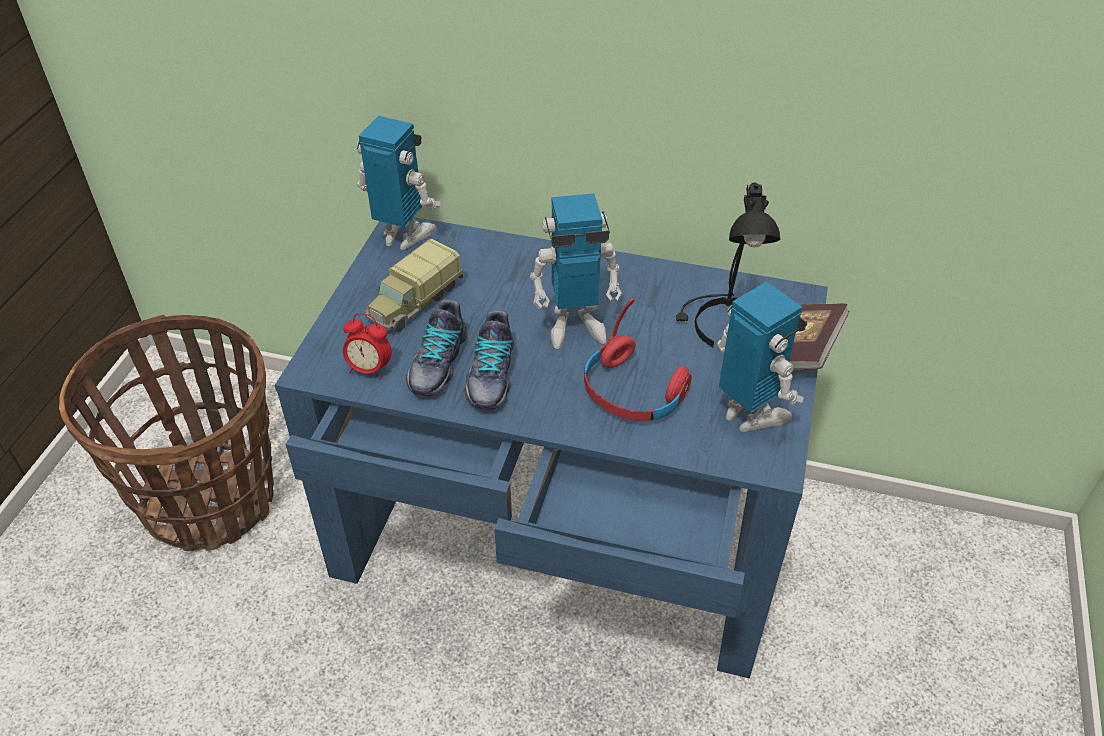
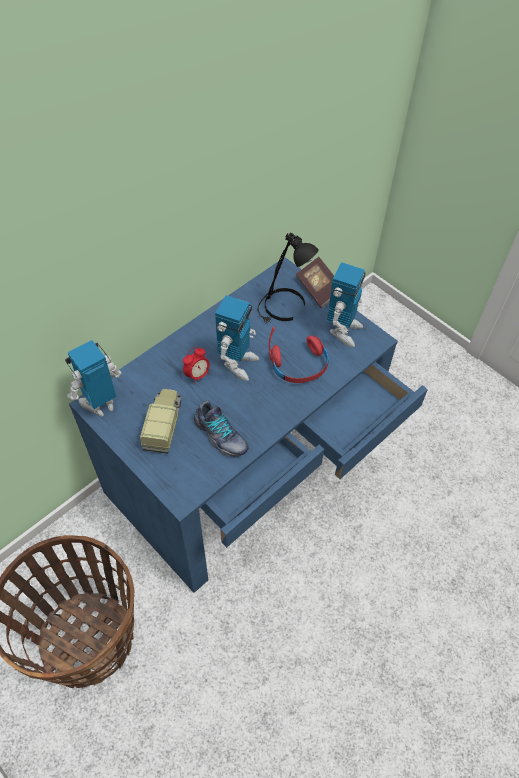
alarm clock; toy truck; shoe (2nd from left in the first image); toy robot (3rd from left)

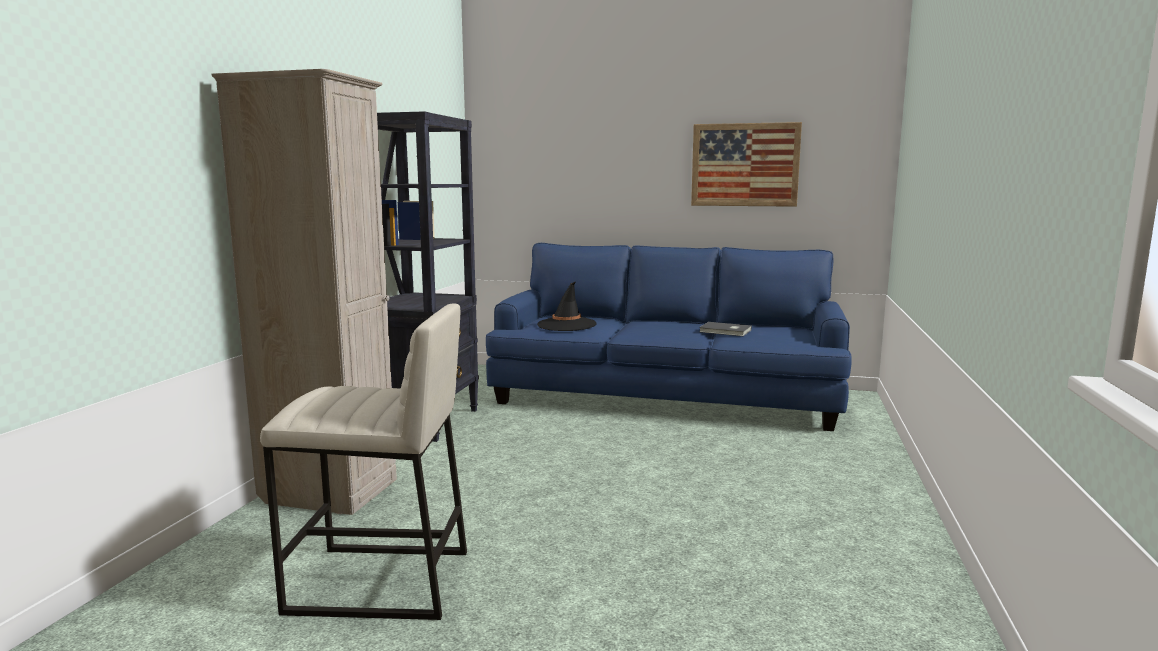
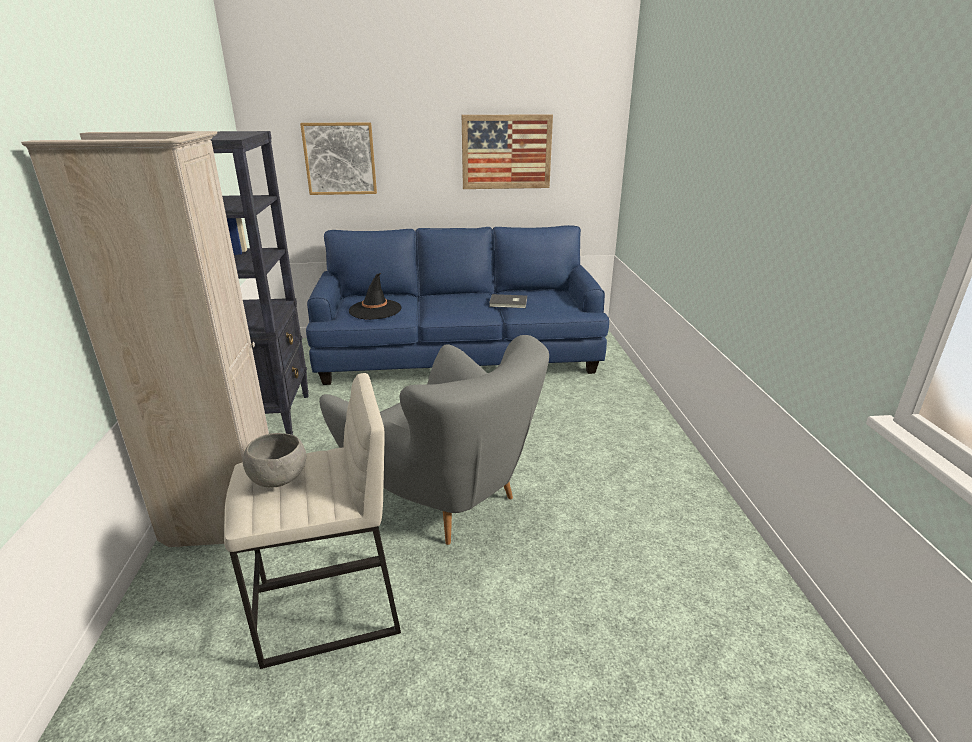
bowl in grey; picture (1st from left); armchair in grey

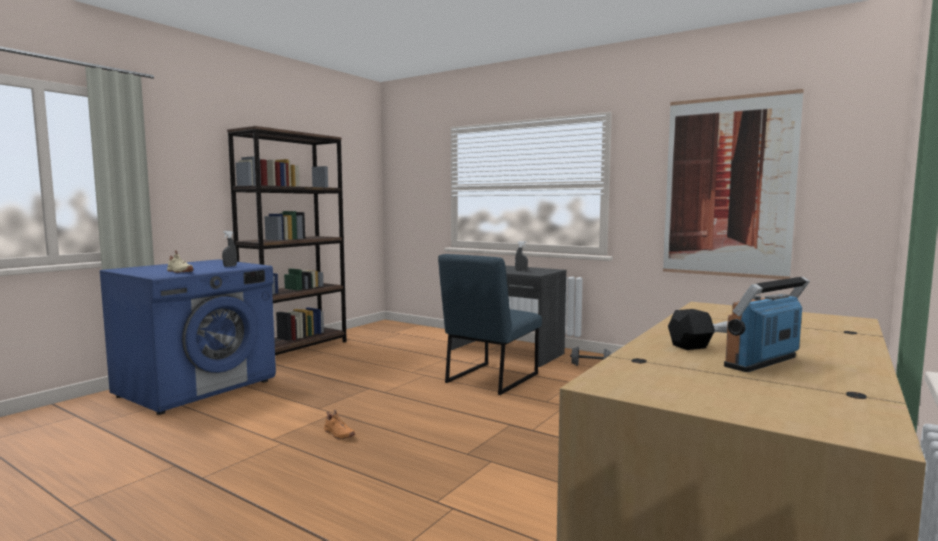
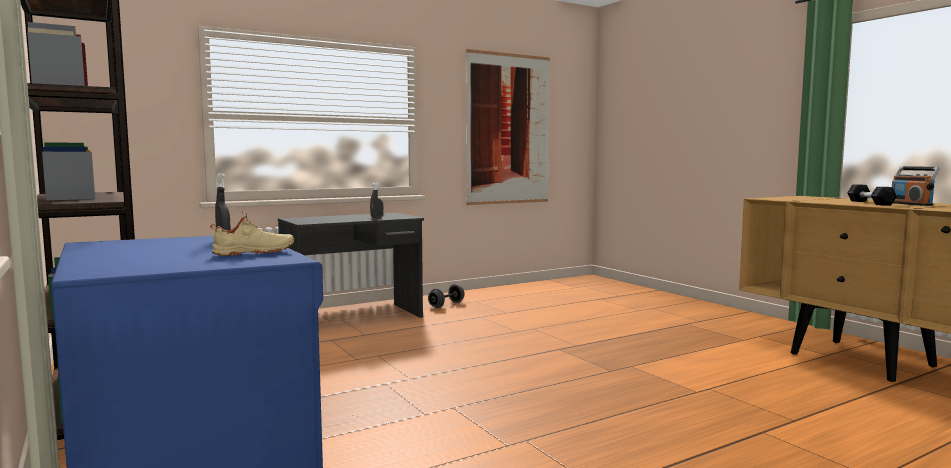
shoe in orange; chair in blue

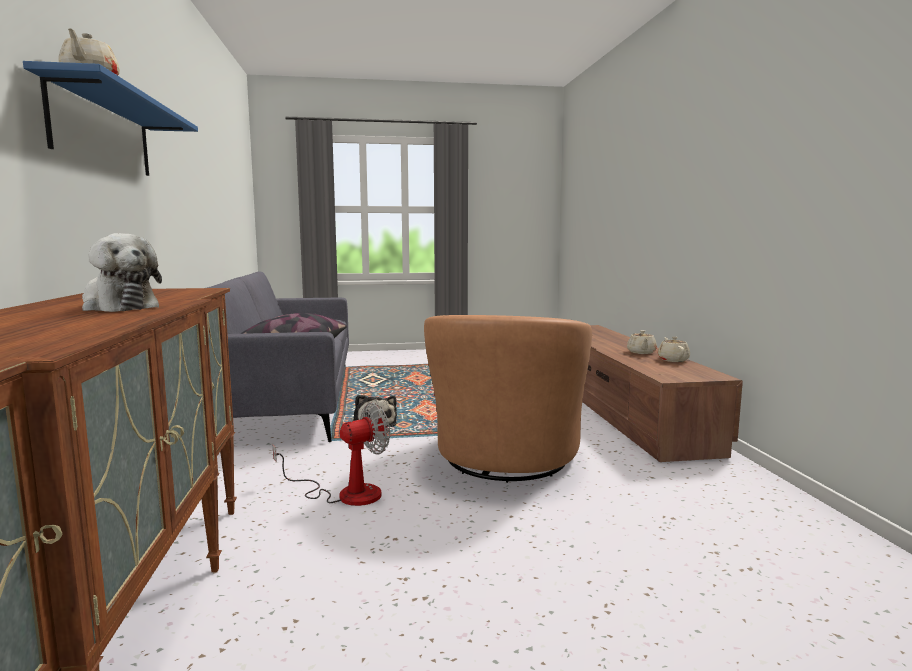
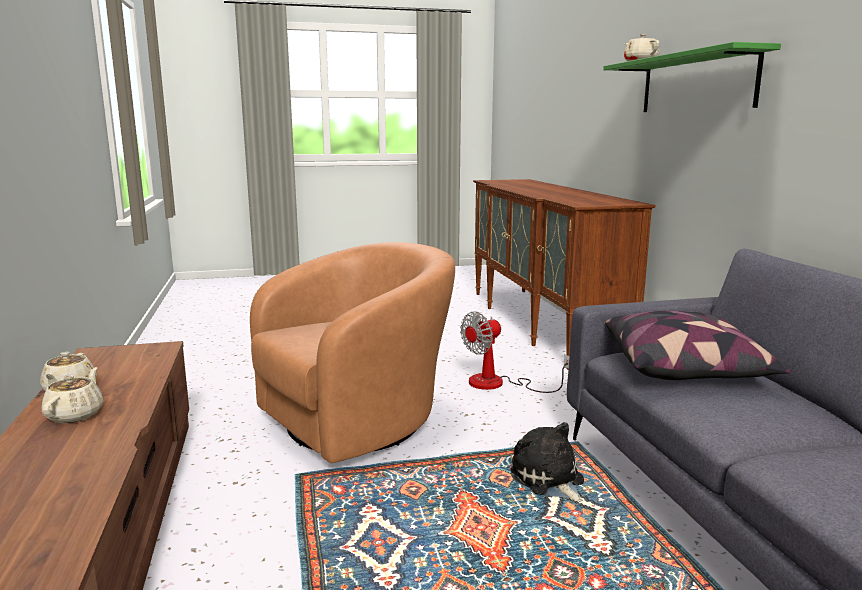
shelf in green; plush toy (1st from left in the first image); armchair in brown

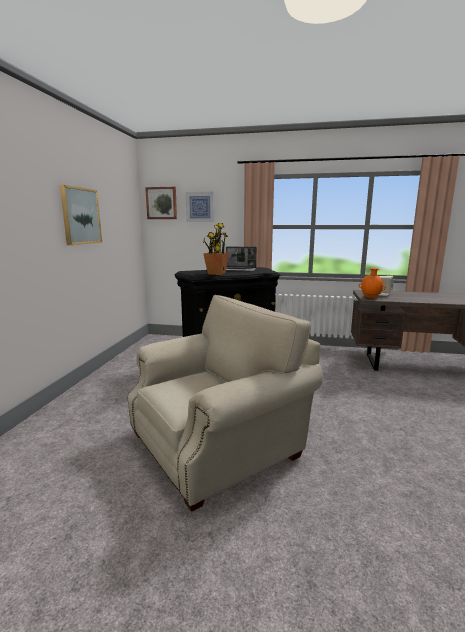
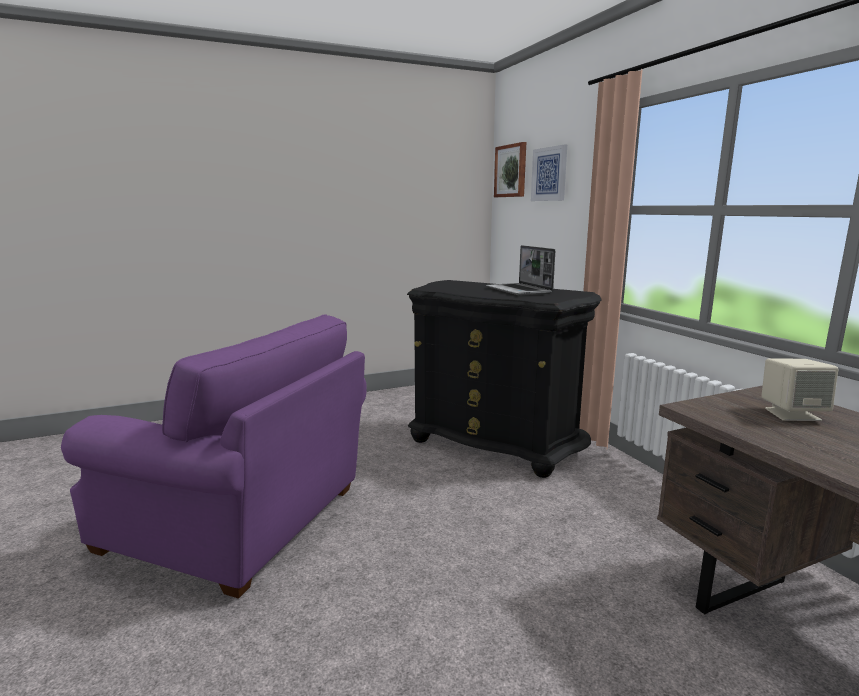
picture (1st from left in the first image); armchair in purple; potted plant; vase in orange

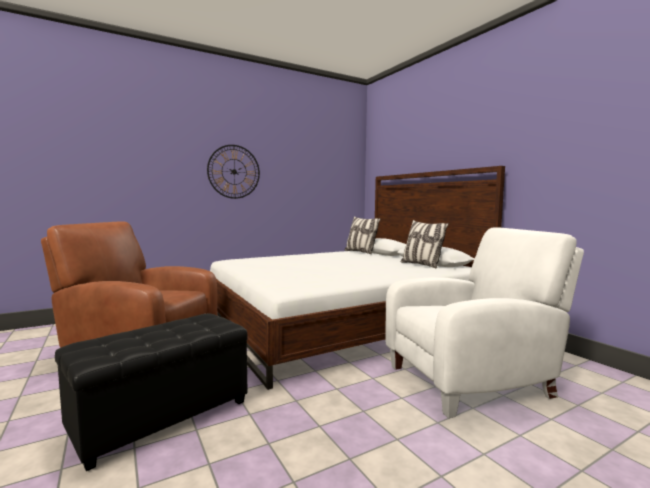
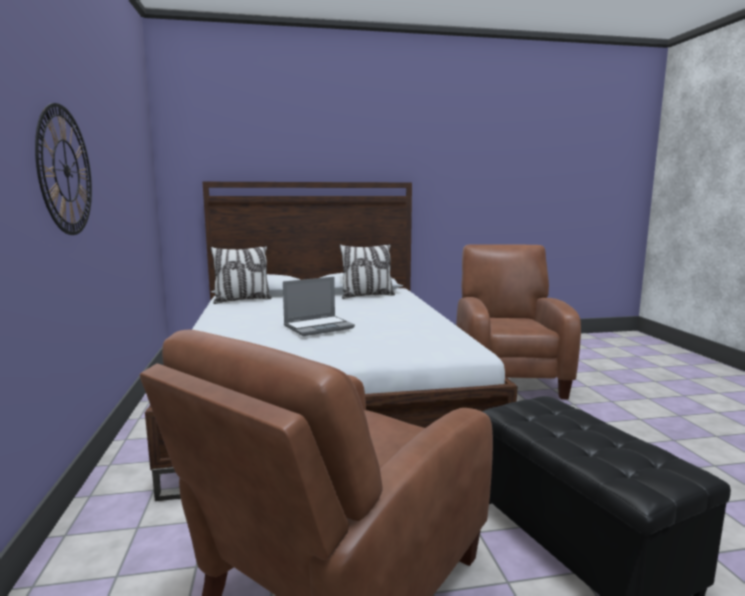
armchair in brown (2nd from left); laptop

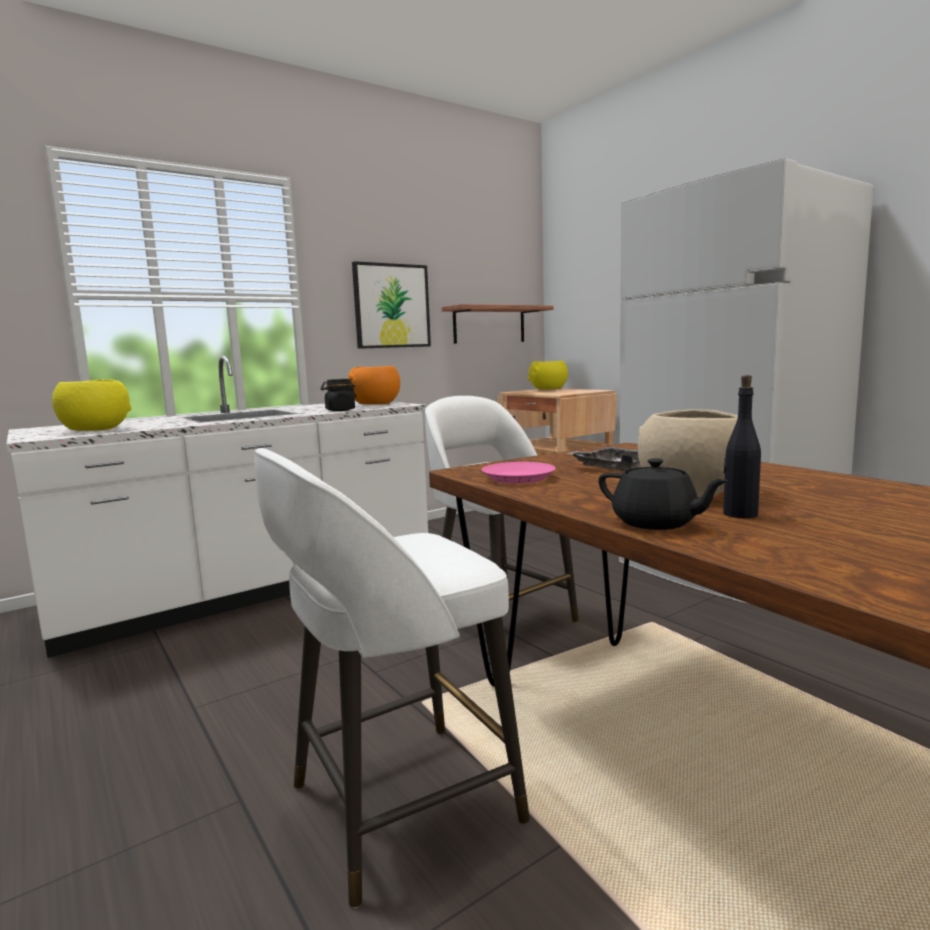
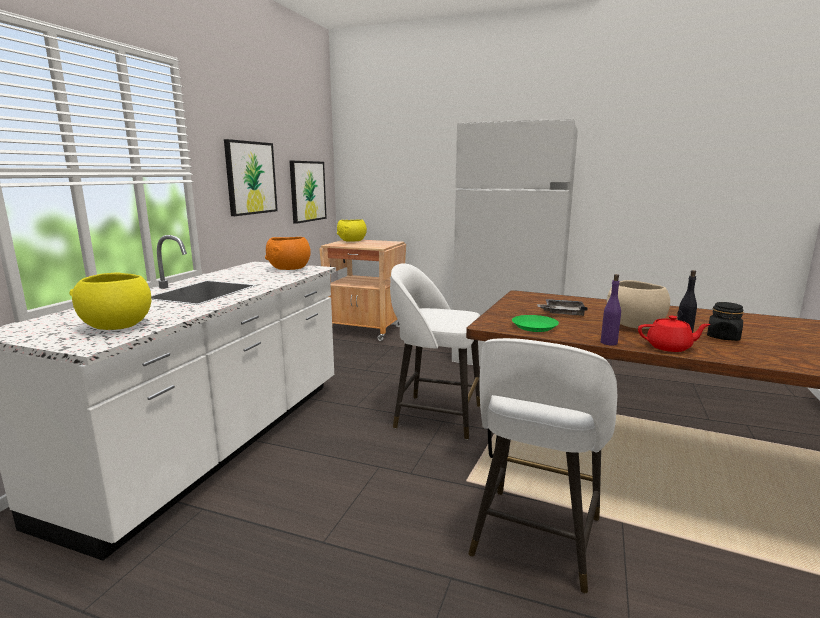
jar in black; picture (2nd from left); plate in green; teapot in red; bottle in purple

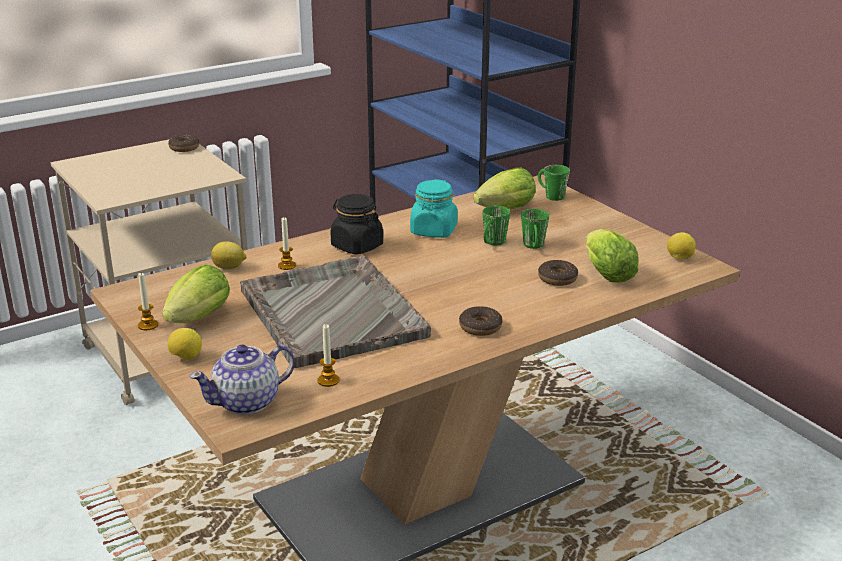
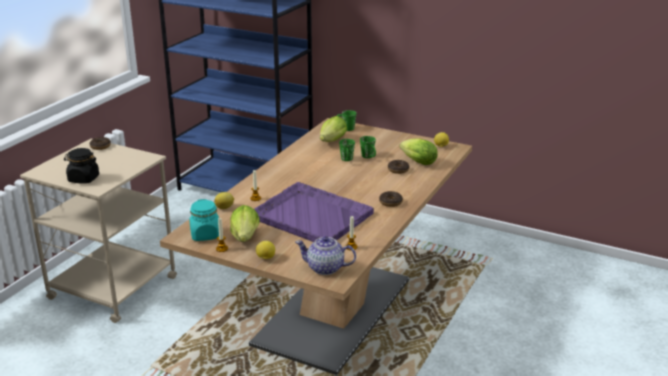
teapot; tray in purple; jar in black; jar in turquoise

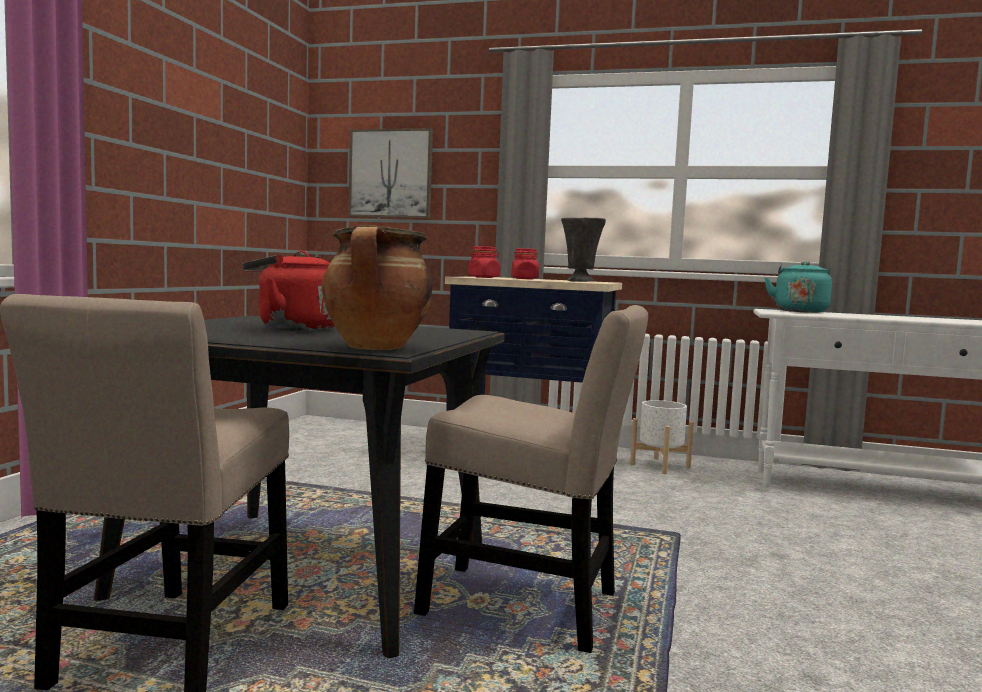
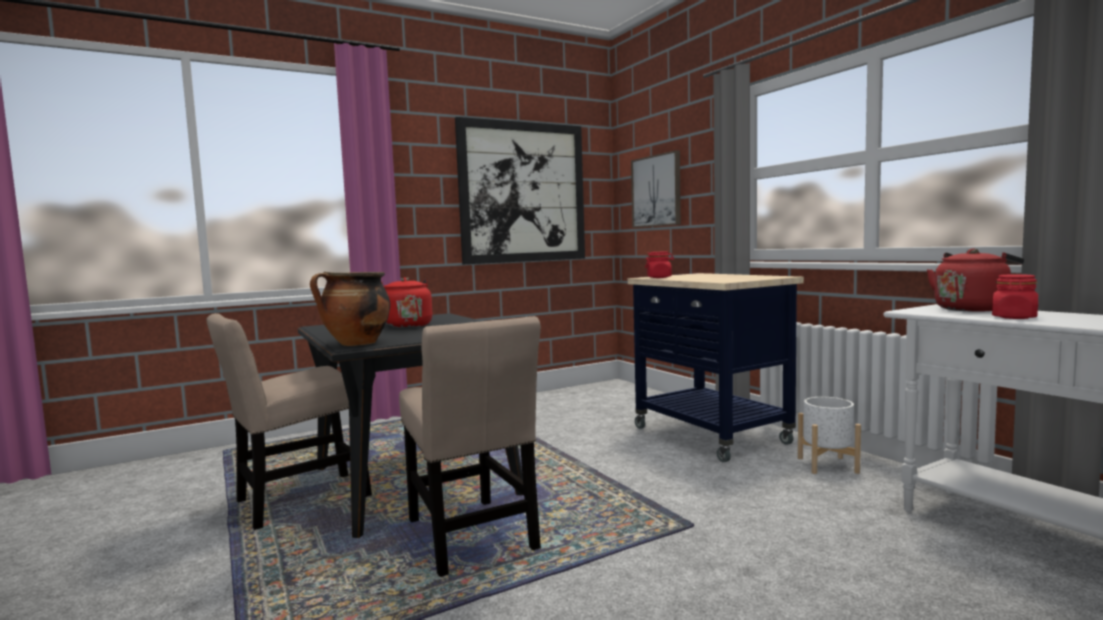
jar in red (2nd from left); vase in grey; kettle in red (2nd from left); picture (1st from left)

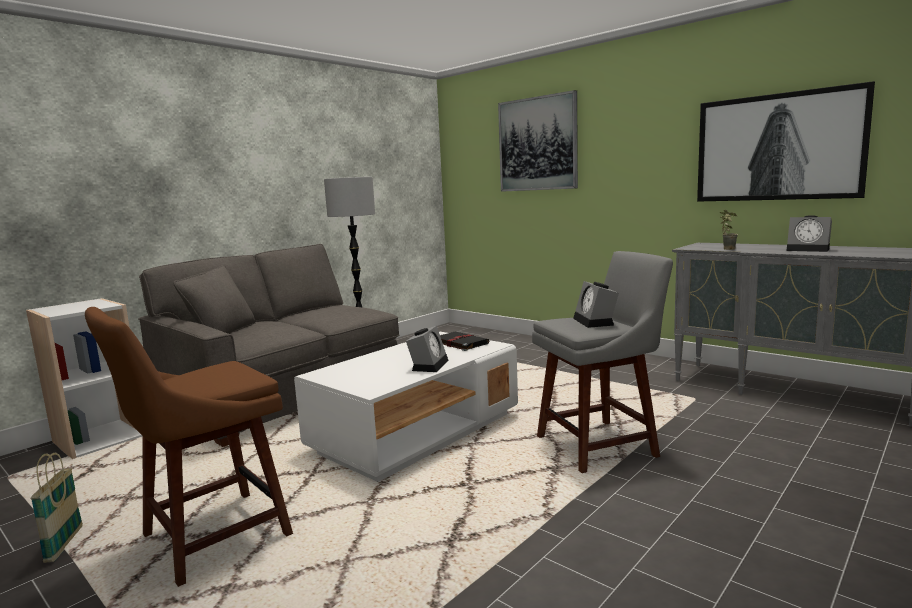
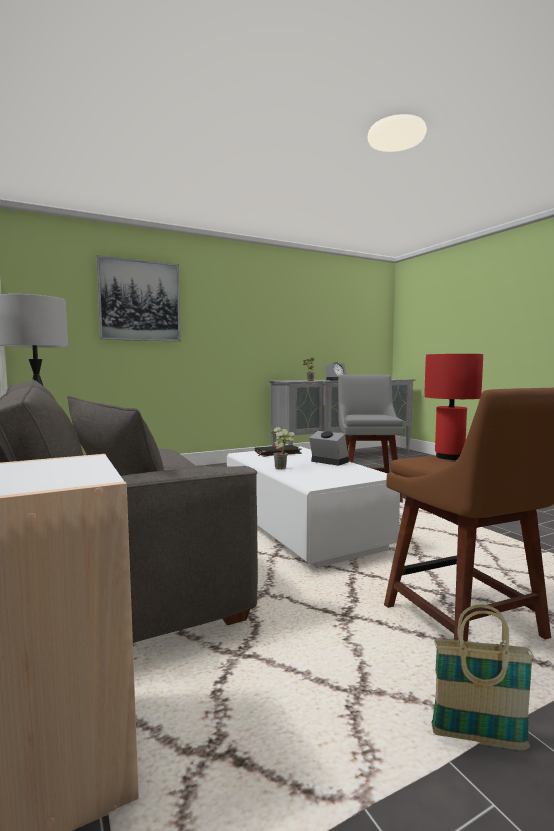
alarm clock (2nd from left in the first image); picture (2nd from left in the first image); potted plant (1st from left); table lamp in red

